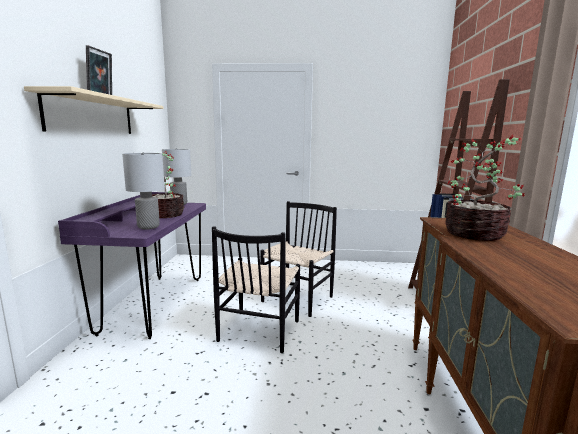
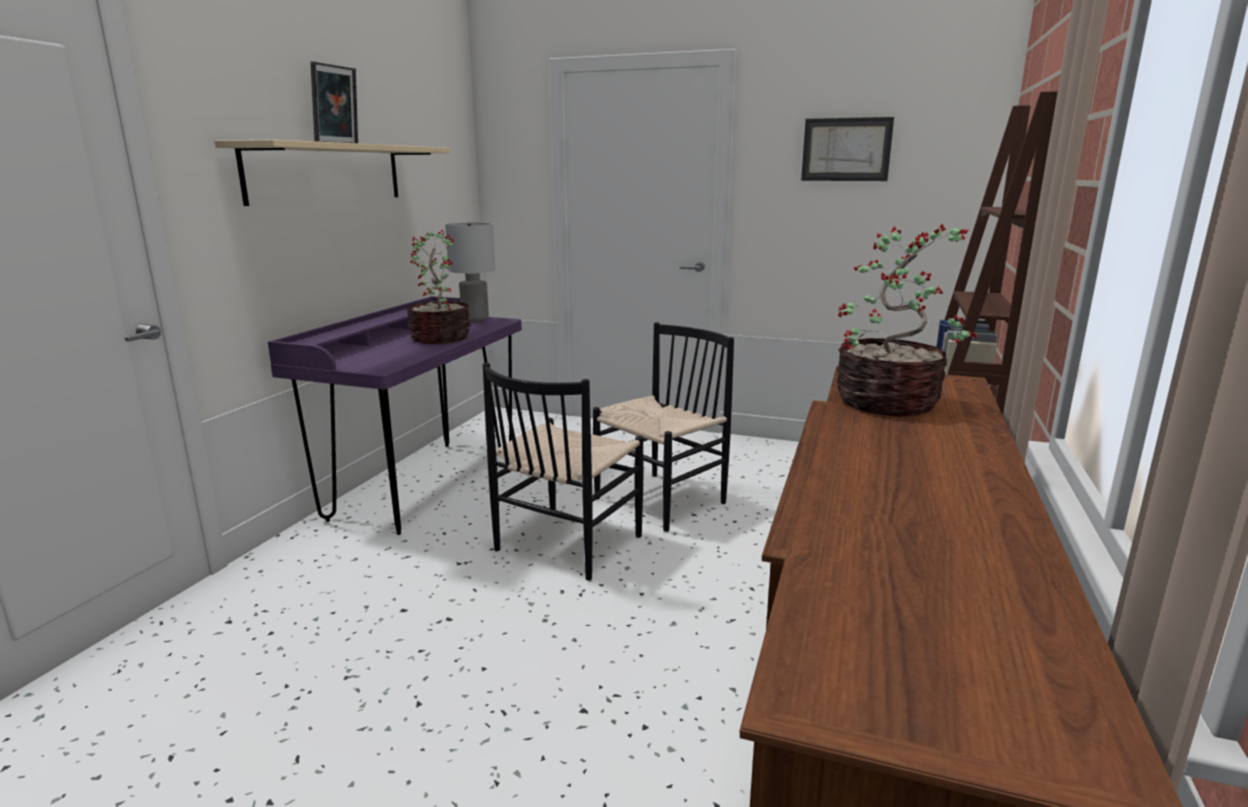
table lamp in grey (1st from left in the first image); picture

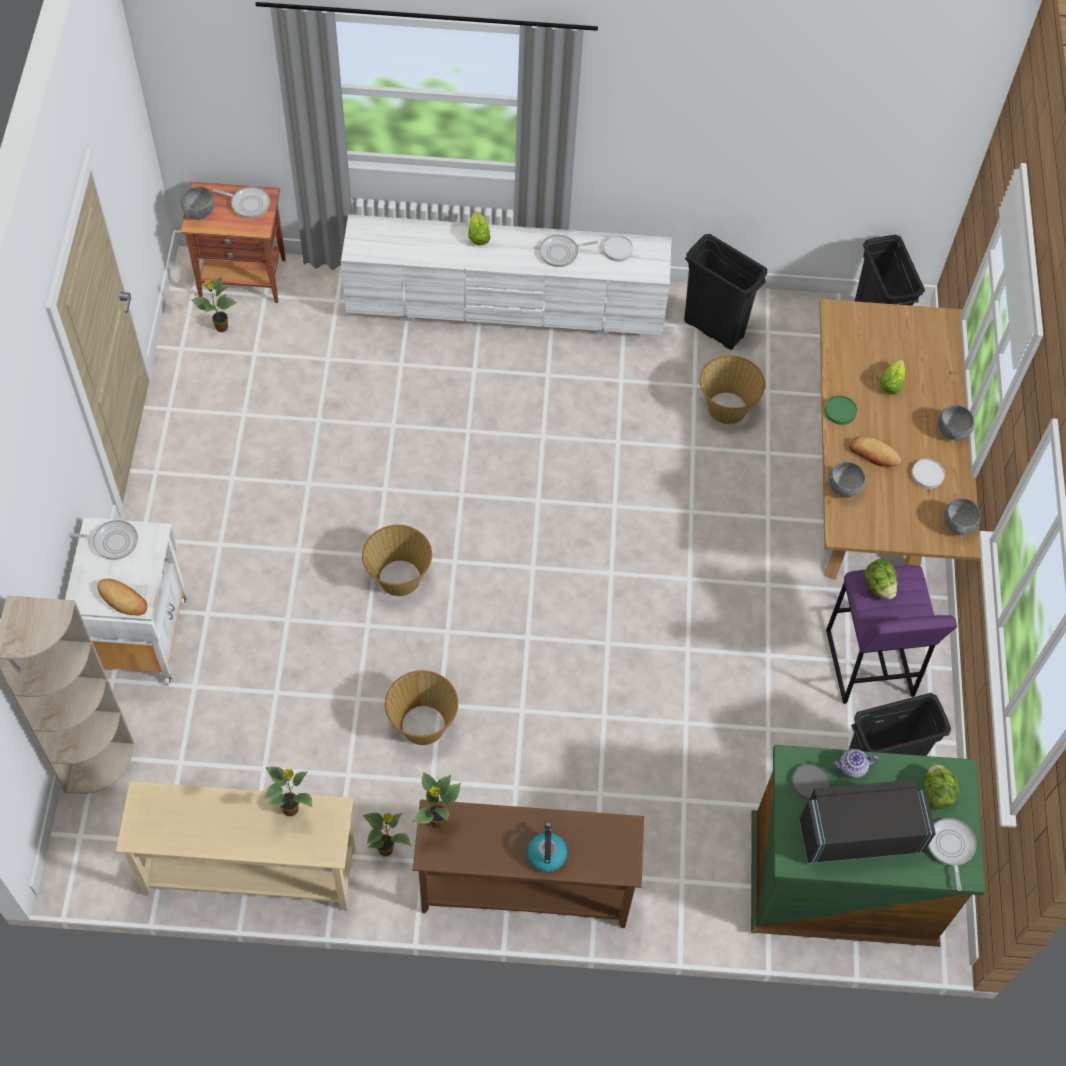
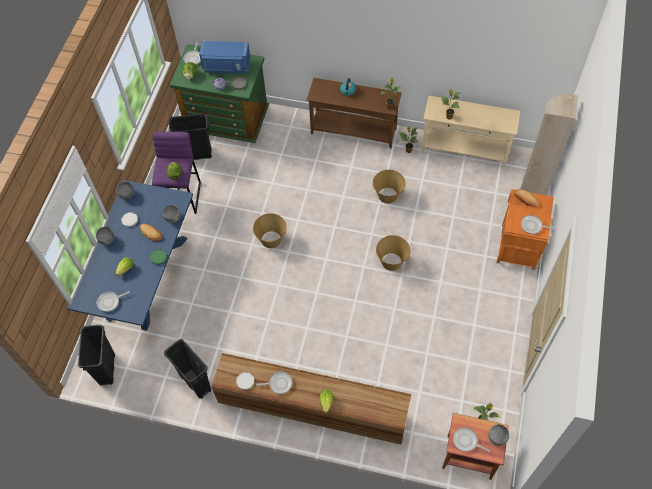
cart in orange; cabinet in brown; basket (1st from left); microwave in blue; dining table in blue; frying pan (1st from left)

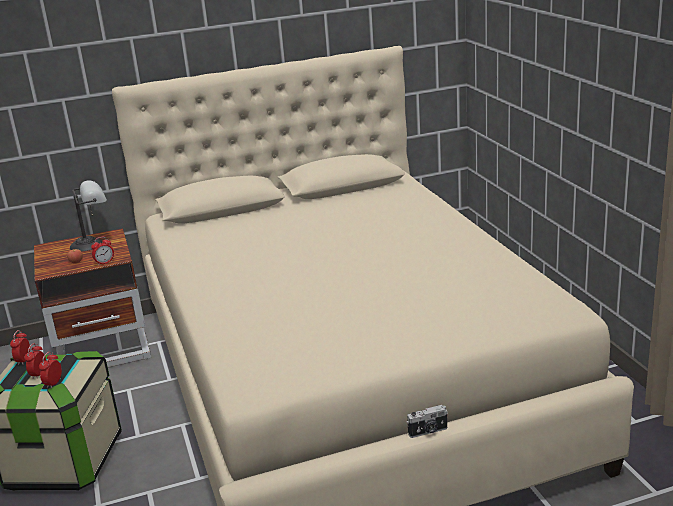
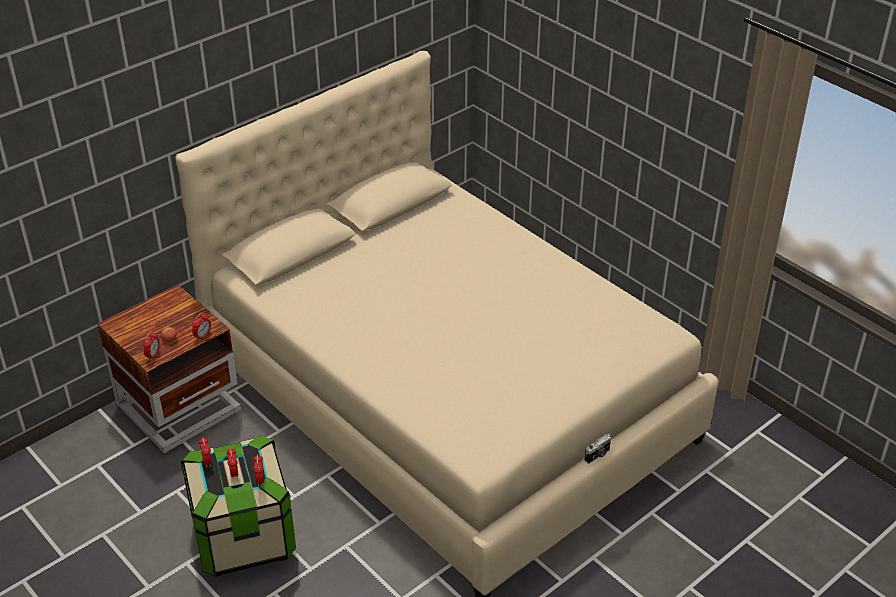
table lamp; alarm clock (1st from left)

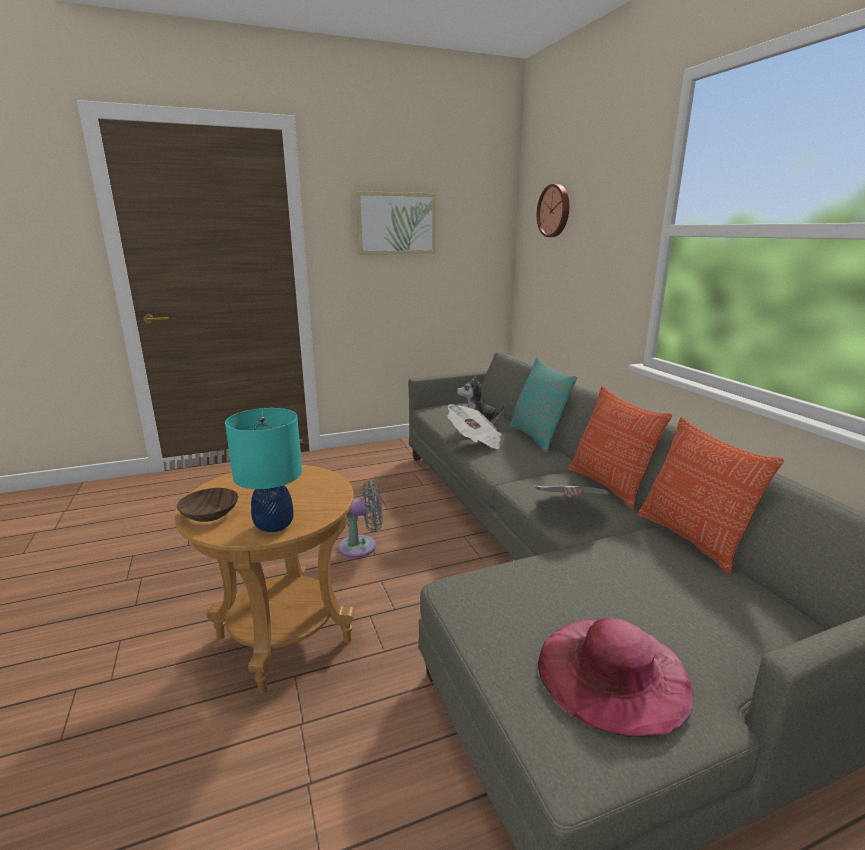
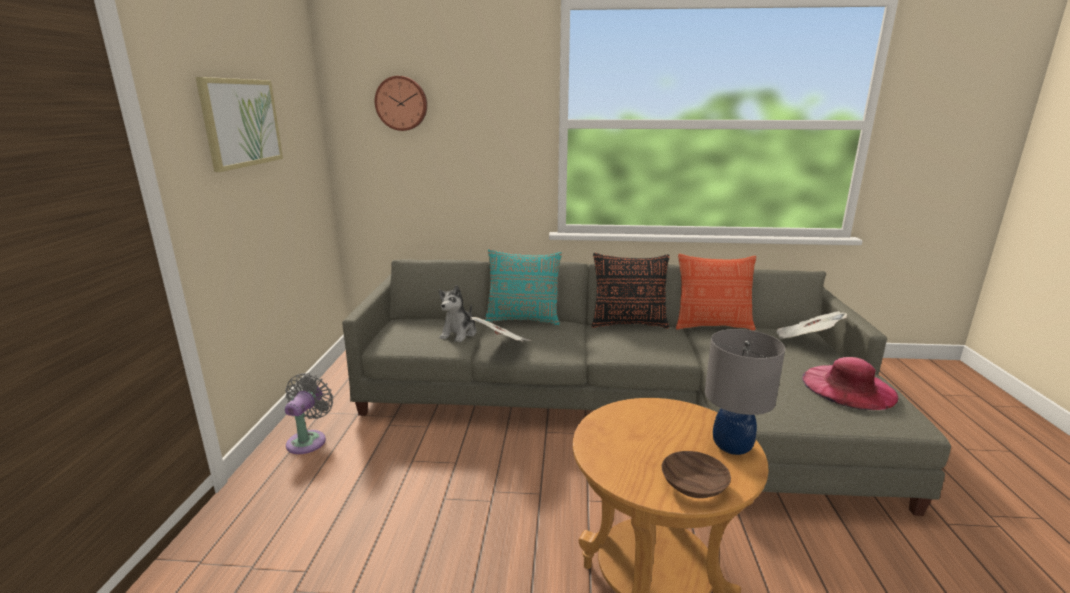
table lamp in grey; fan in grey; newspaper (2nd from left); pillow in black

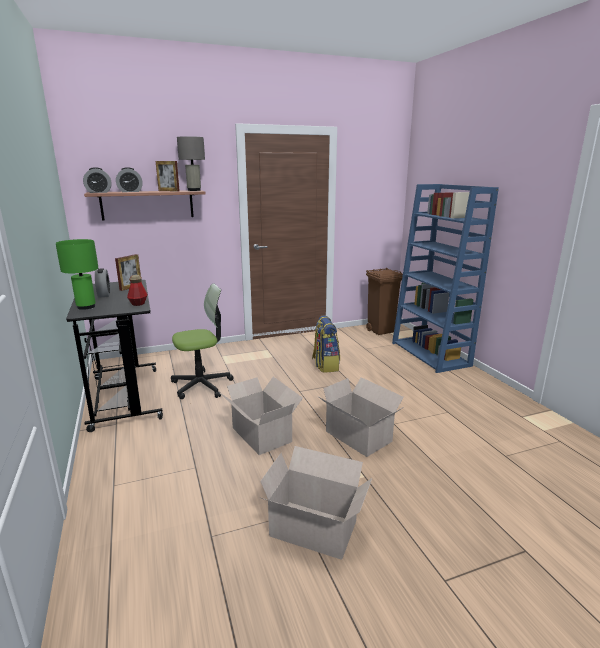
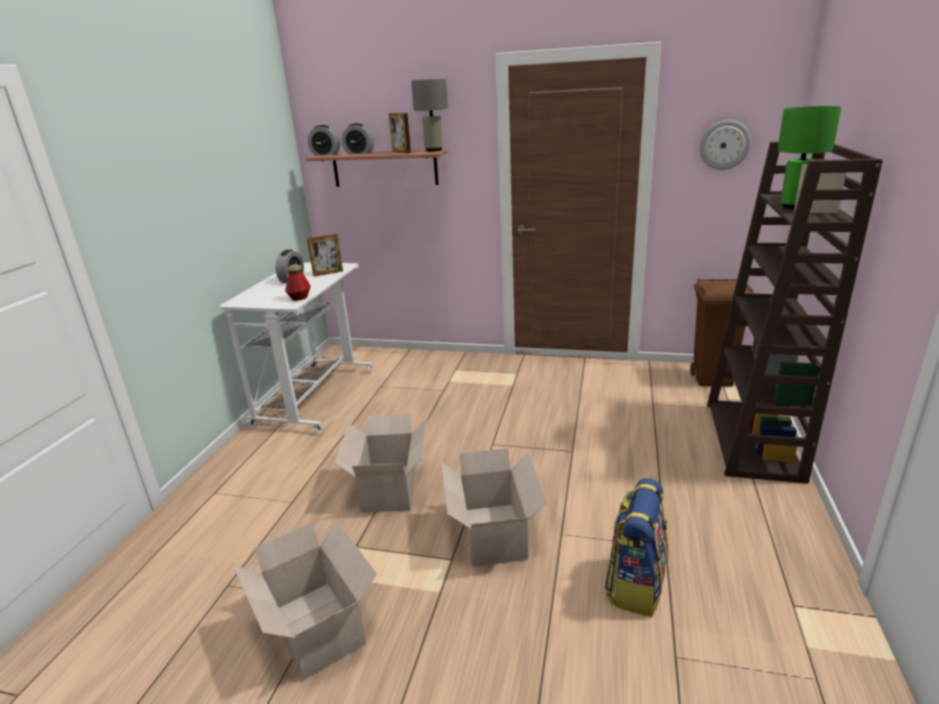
table lamp in green; desk in white; office chair; backpack; bookcase in brown; wall clock

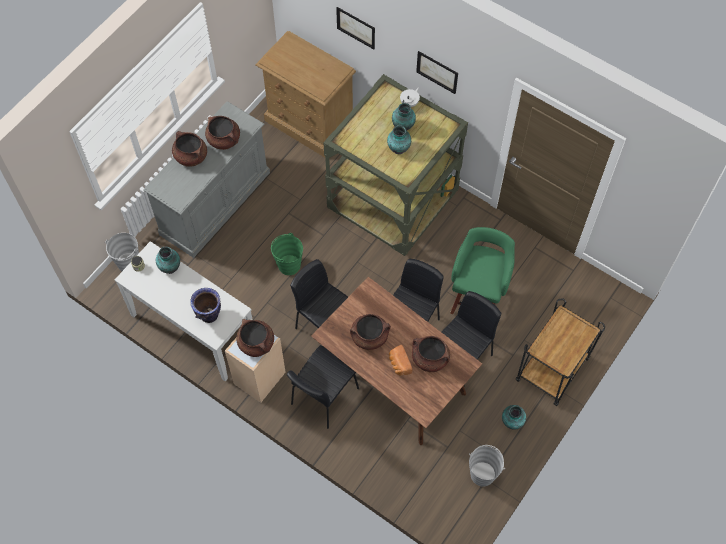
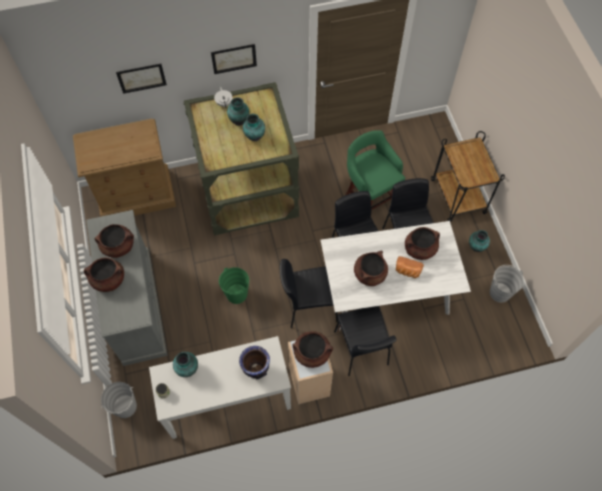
dining table in white

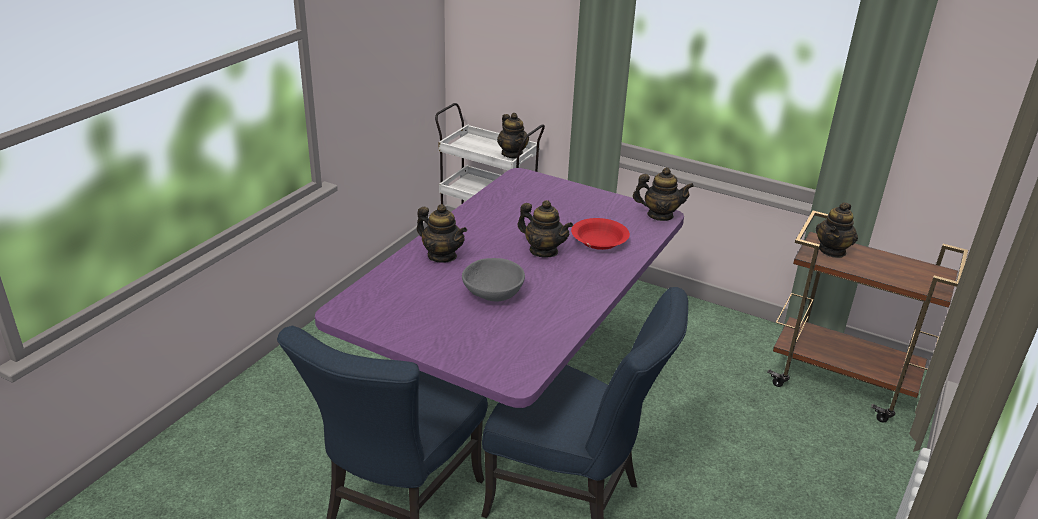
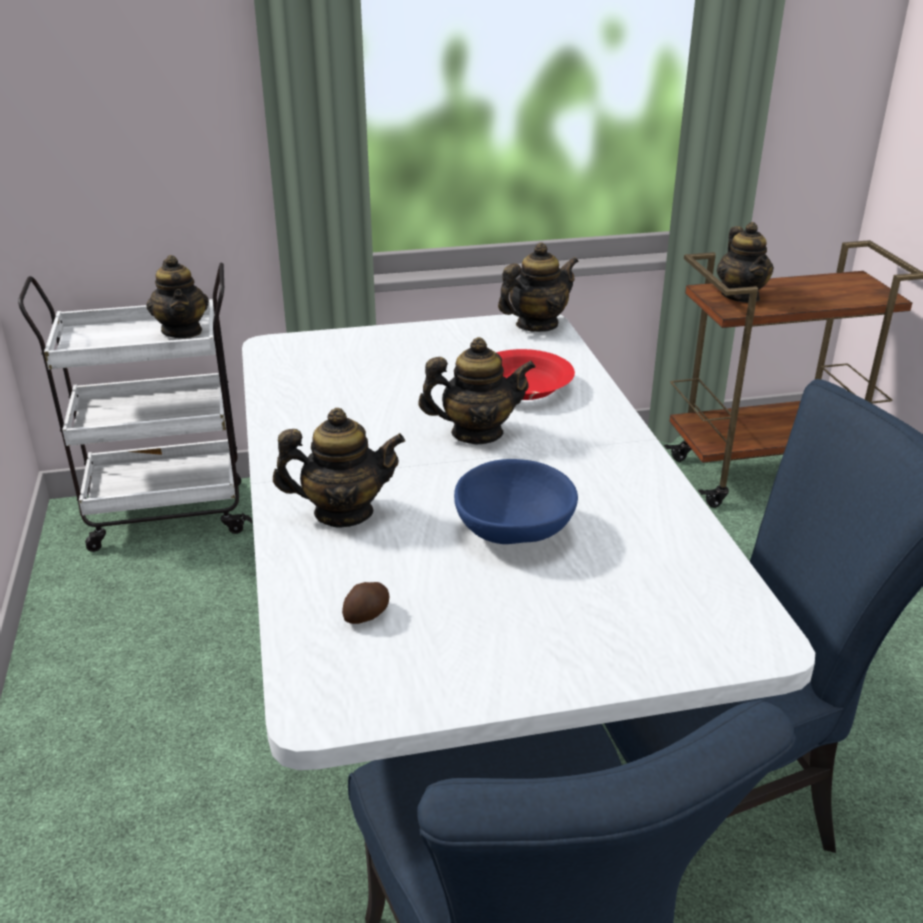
dining table in white; bowl in blue; teapot (1st from left); potato

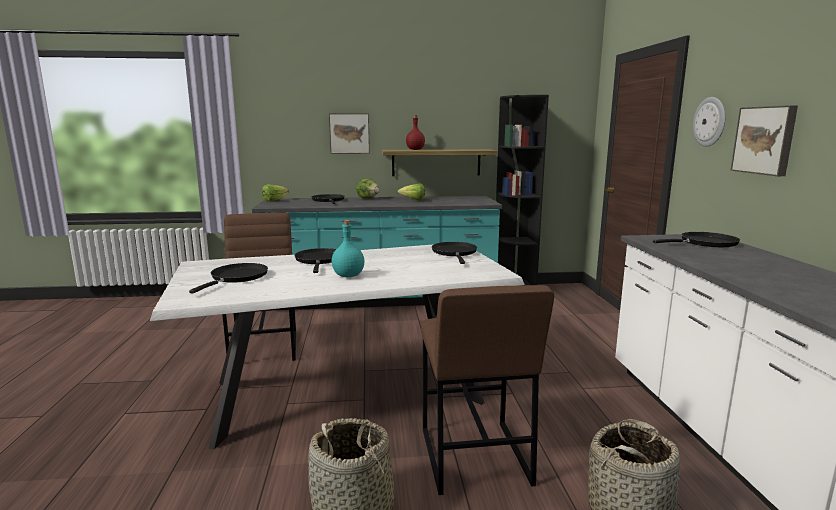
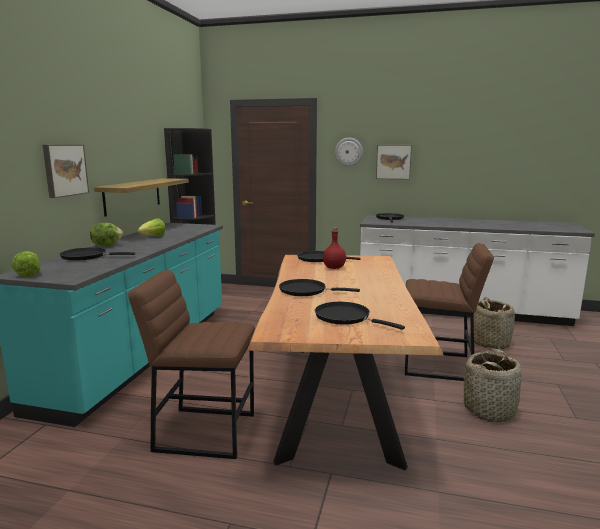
dining table in brown; bottle in turquoise; bottle in red

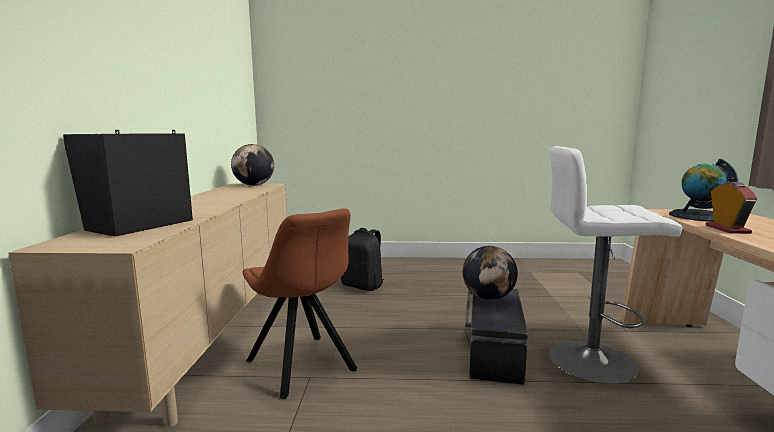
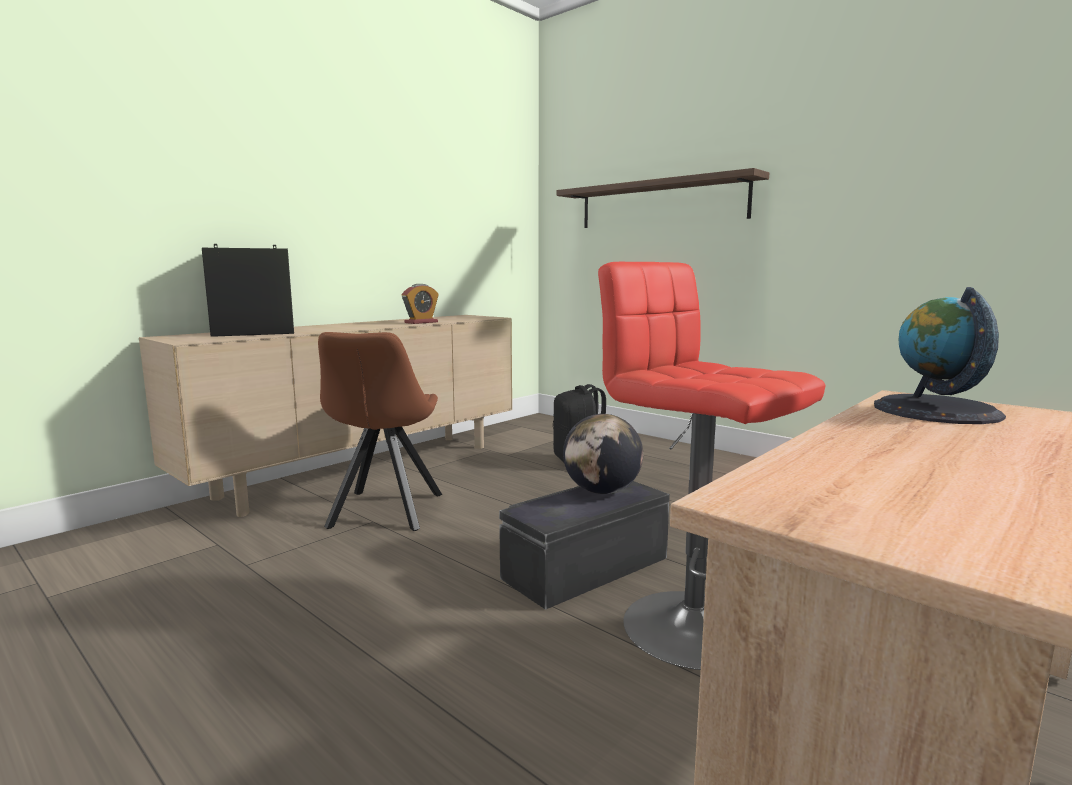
globe (1st from left in the first image); stool in red; alarm clock; shelf

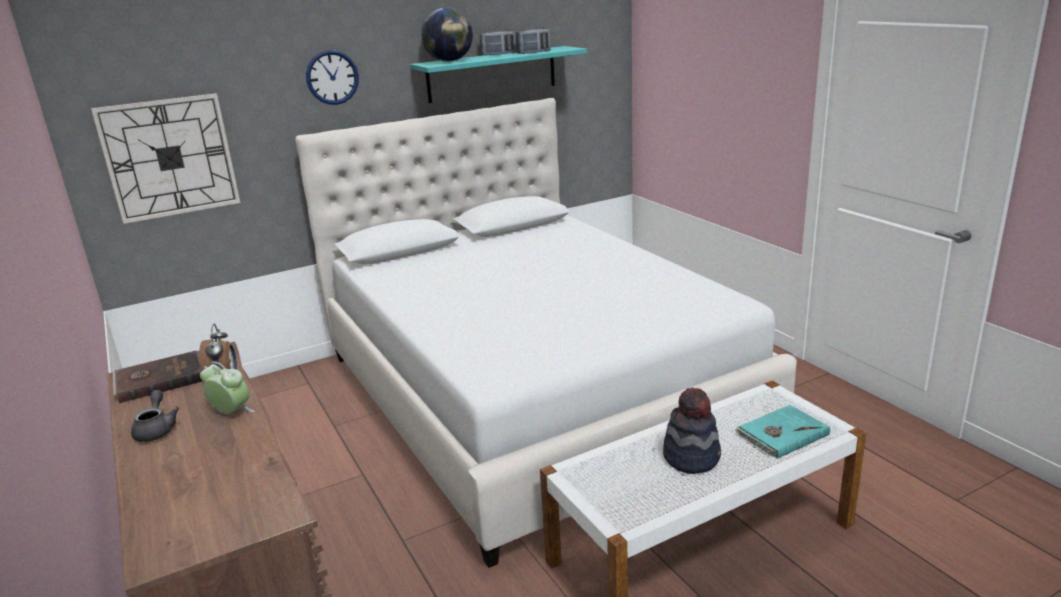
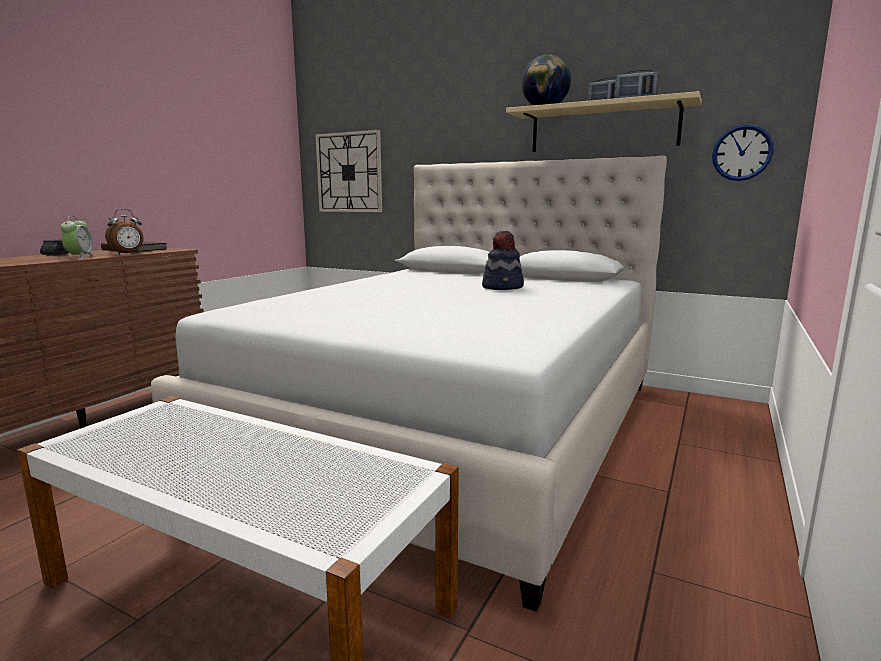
wall clock (2nd from left); shelf in beige; hat; book in turquoise

